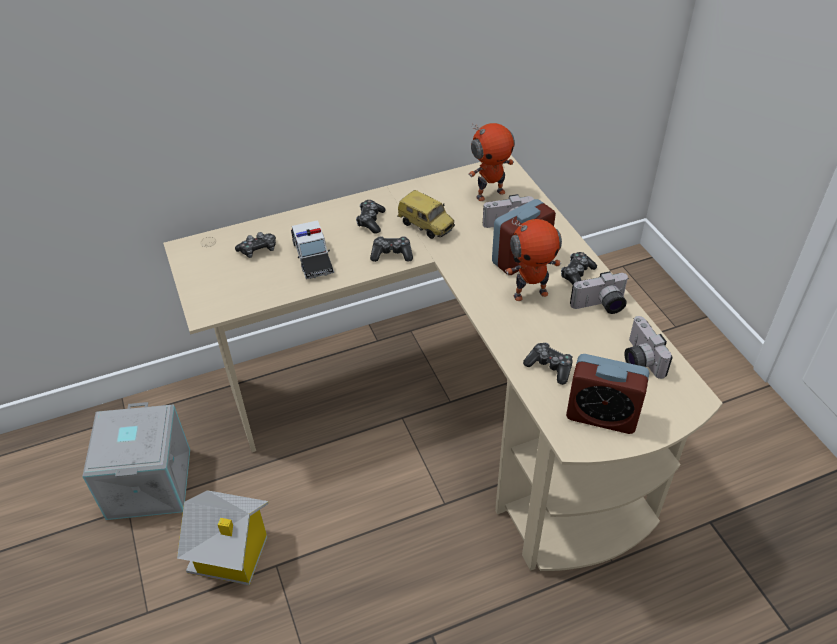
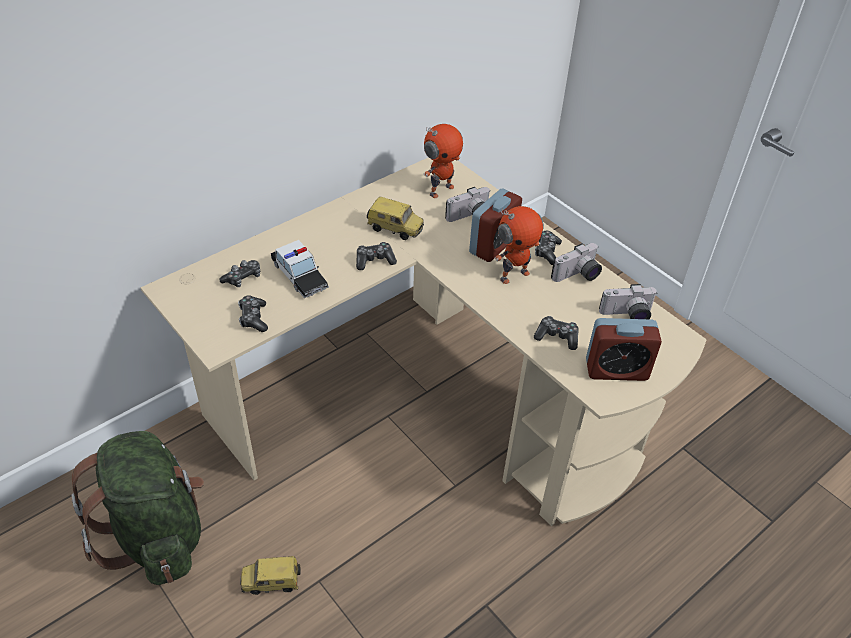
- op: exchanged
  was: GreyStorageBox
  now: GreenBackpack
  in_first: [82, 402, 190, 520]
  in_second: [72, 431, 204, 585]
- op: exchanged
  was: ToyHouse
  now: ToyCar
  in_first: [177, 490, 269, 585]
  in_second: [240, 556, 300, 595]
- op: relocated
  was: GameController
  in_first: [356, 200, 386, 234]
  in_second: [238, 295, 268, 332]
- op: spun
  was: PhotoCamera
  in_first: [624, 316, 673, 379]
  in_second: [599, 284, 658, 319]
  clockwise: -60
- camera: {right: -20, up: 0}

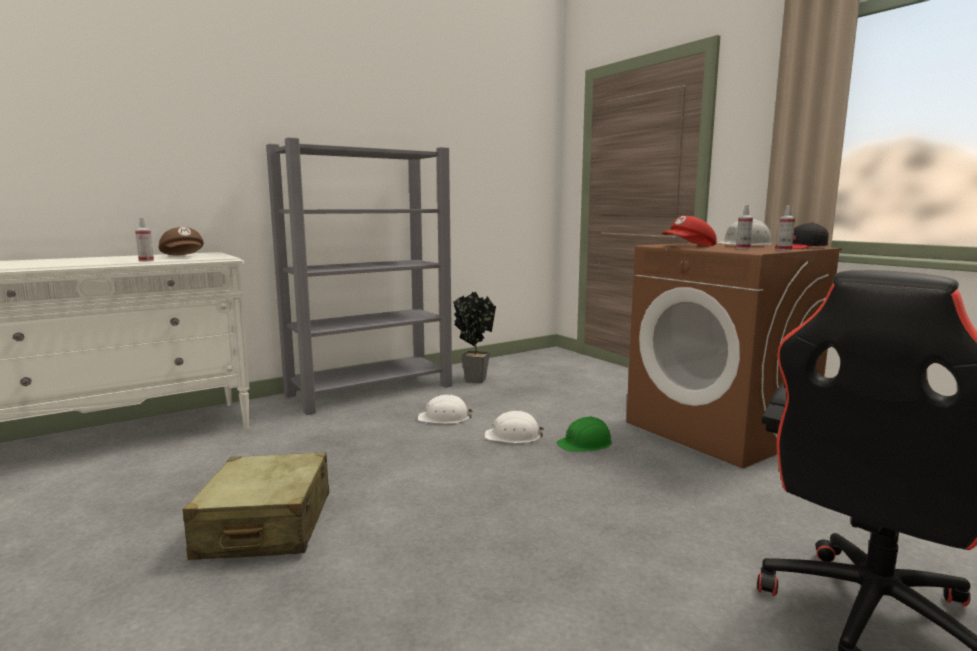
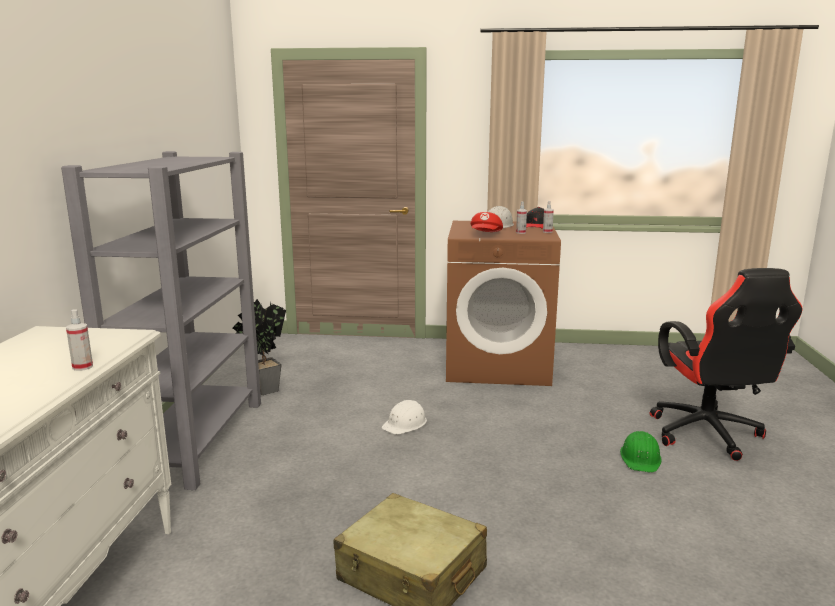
- op: missing
  was: BrownCap
  in_first: [159, 227, 204, 256]
- op: missing
  was: WhiteHardHat
  in_first: [418, 394, 473, 424]
- op: relocated
  was: GreenHardHat
  in_first: [556, 416, 612, 452]
  in_second: [620, 431, 662, 473]
- camera: {right: -50, up: 5}

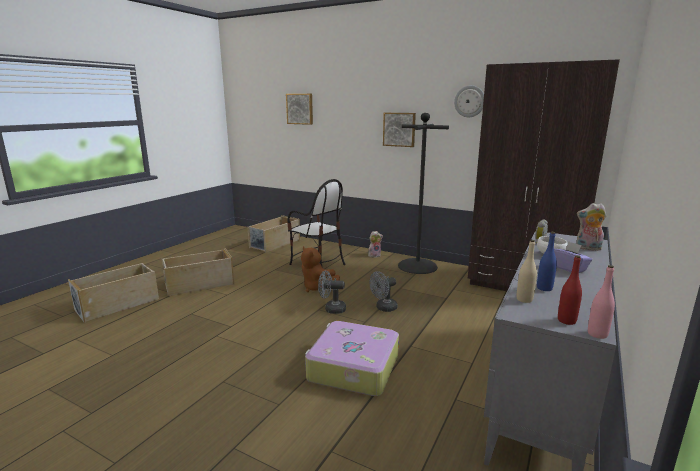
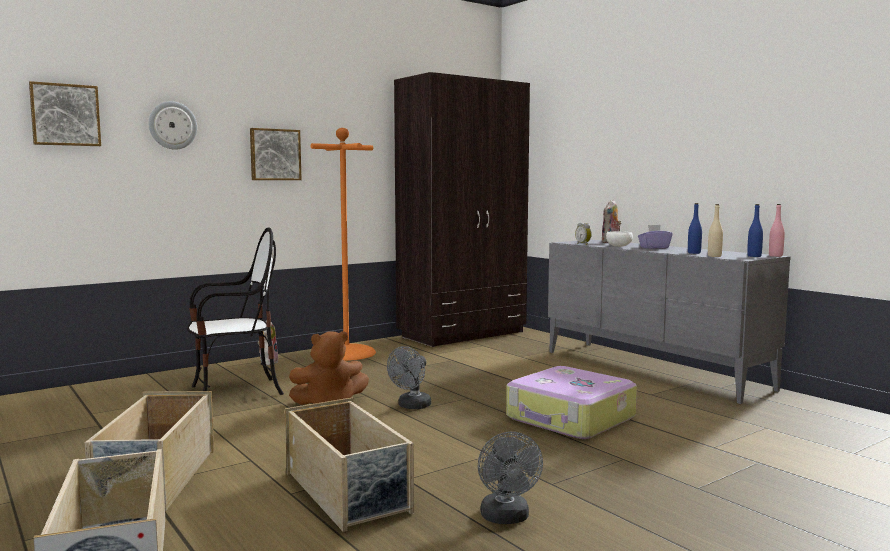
- op: relocated
  was: BeigeStorageBox
  in_first: [247, 215, 300, 253]
  in_second: [285, 398, 414, 532]
- op: relocated
  was: GreyFan
  in_first: [369, 271, 398, 312]
  in_second: [478, 432, 543, 524]
- op: colour
  was: BlackClothesRack
  now: OrangeClothesRack
  in_first: [398, 113, 449, 274]
  in_second: [311, 128, 376, 361]
- op: relocated
  was: WallClock
  in_first: [454, 85, 484, 117]
  in_second: [149, 101, 197, 150]
- op: colour
  was: RedBottle
  now: BlueBottle
  in_first: [558, 255, 582, 325]
  in_second: [747, 204, 763, 257]
- camera: {right: -65, up: -10}

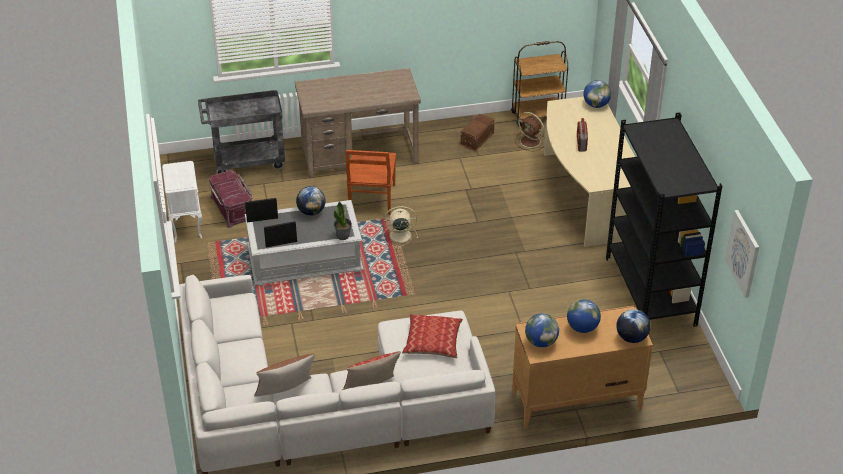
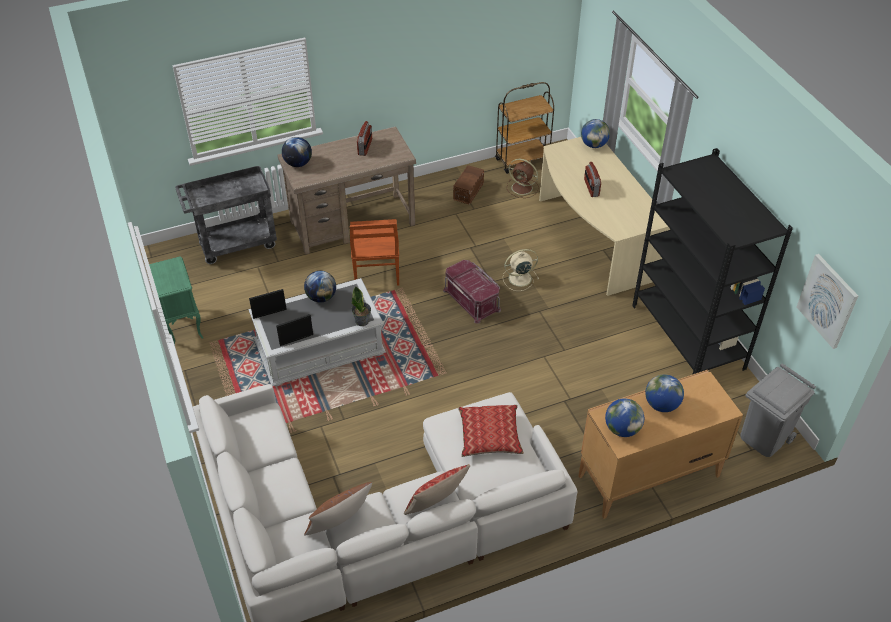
- op: colour
  was: WhiteNightstand
  now: GreenNightstand
  in_first: [162, 161, 202, 242]
  in_second: [149, 257, 203, 344]
- op: relocated
  was: RedStorageBox
  in_first: [209, 170, 253, 228]
  in_second: [443, 260, 501, 324]
- op: relocated
  was: BeigeFan
  in_first: [383, 206, 418, 247]
  in_second: [503, 249, 539, 291]
- op: relocated
  was: Globe
  in_first: [616, 309, 651, 343]
  in_second: [282, 137, 312, 167]
- op: appeared
  now: Radio
  in_second: [357, 121, 372, 156]
- op: appeared
  now: GreyTrashCan
  in_second: [740, 364, 816, 457]
- camera: {right: -10, up: 5}

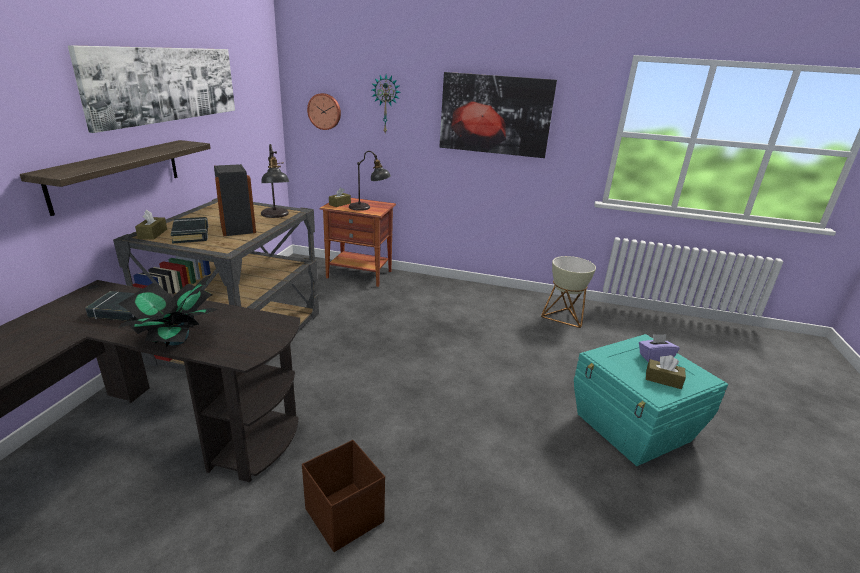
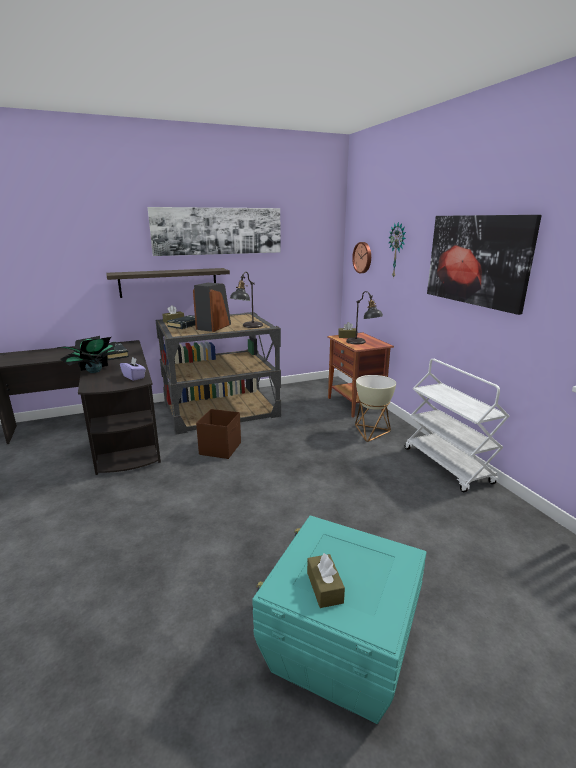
- op: relocated
  was: BrownStorageBox
  in_first: [302, 440, 385, 552]
  in_second: [196, 409, 241, 459]
- op: relocated
  was: Planter
  in_first: [541, 256, 596, 328]
  in_second: [355, 375, 396, 442]
- op: relocated
  was: PurpleTissueBox
  in_first: [639, 334, 679, 362]
  in_second: [120, 357, 146, 381]
- op: appeared
  now: WhiteCart
  in_second: [405, 359, 509, 492]
- camera: {right: 55, up: -5}

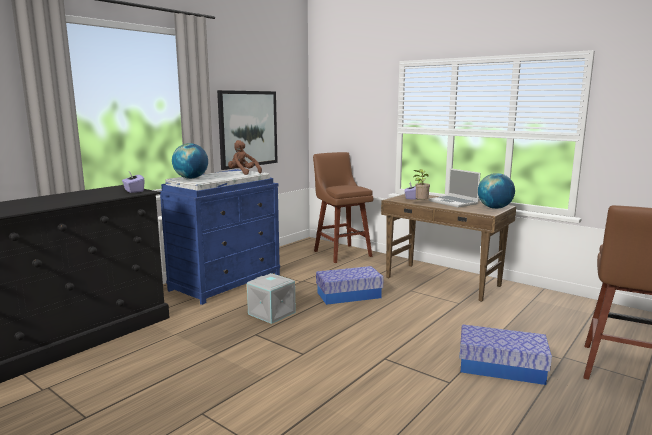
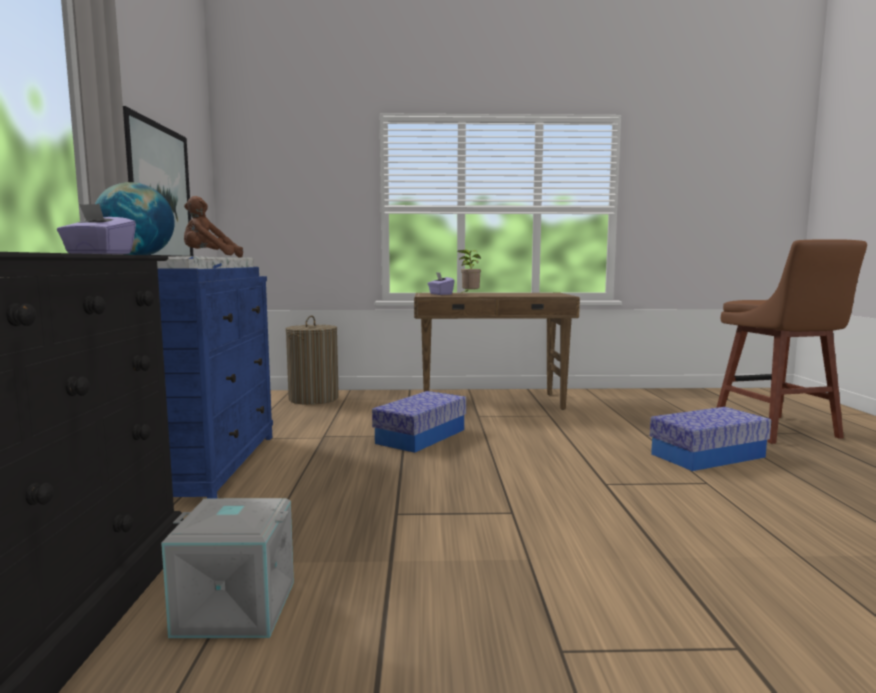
- op: relocated
  was: GreyStorageBox
  in_first: [247, 273, 296, 324]
  in_second: [161, 498, 294, 638]
- op: exchanged
  was: BrownStool
  now: LaundryBasket
  in_first: [313, 152, 373, 263]
  in_second: [286, 316, 339, 405]
- op: missing
  was: Laptop
  in_first: [429, 168, 480, 208]
- op: missing
  was: Globe
  in_first: [478, 173, 515, 209]
- camera: {right: -40, up: -5}

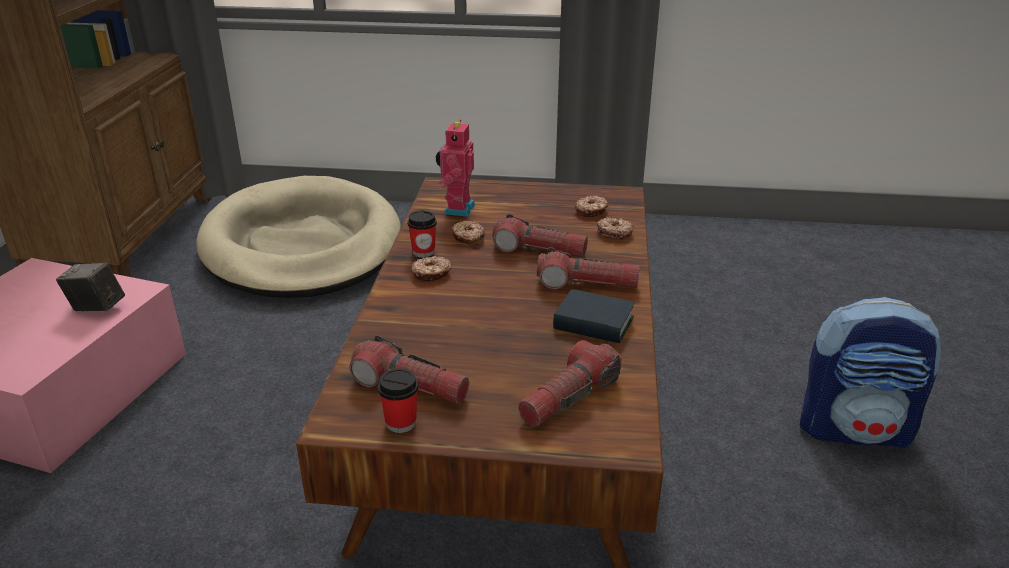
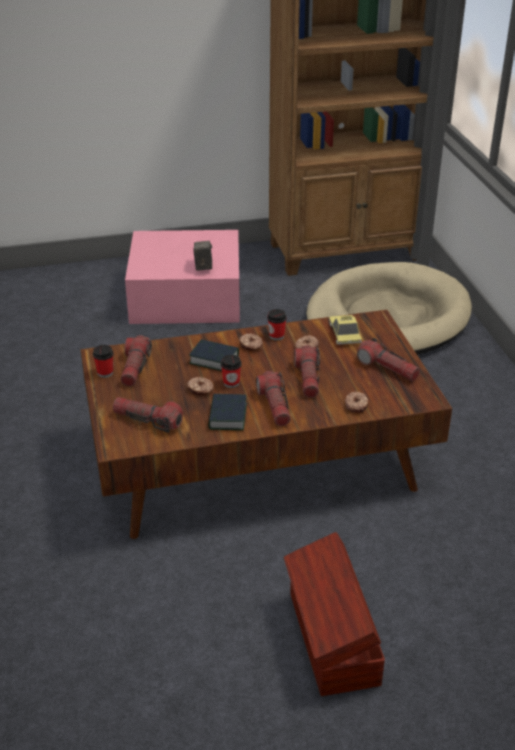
- op: exchanged
  was: ToyRobot
  now: ToyCar
  in_first: [436, 119, 475, 217]
  in_second: [329, 315, 362, 345]
- op: relocated
  was: Donut
  in_first: [575, 196, 609, 217]
  in_second: [187, 377, 214, 396]
- op: exchanged
  was: Backpack
  now: BrownStorageBox
  in_first: [800, 297, 941, 449]
  in_second: [284, 532, 385, 696]
- op: appeared
  now: Book
  in_second: [189, 339, 239, 371]
- op: appeared
  now: Cup
  in_second: [221, 354, 242, 388]
- op: appeared
  now: Flashlight
  in_second: [357, 338, 420, 381]
- camera: {right: 70, up: 5}

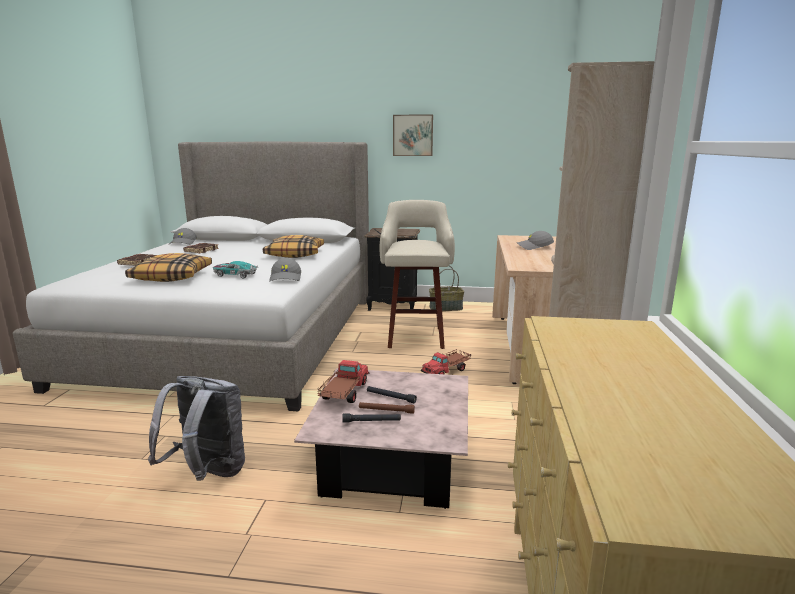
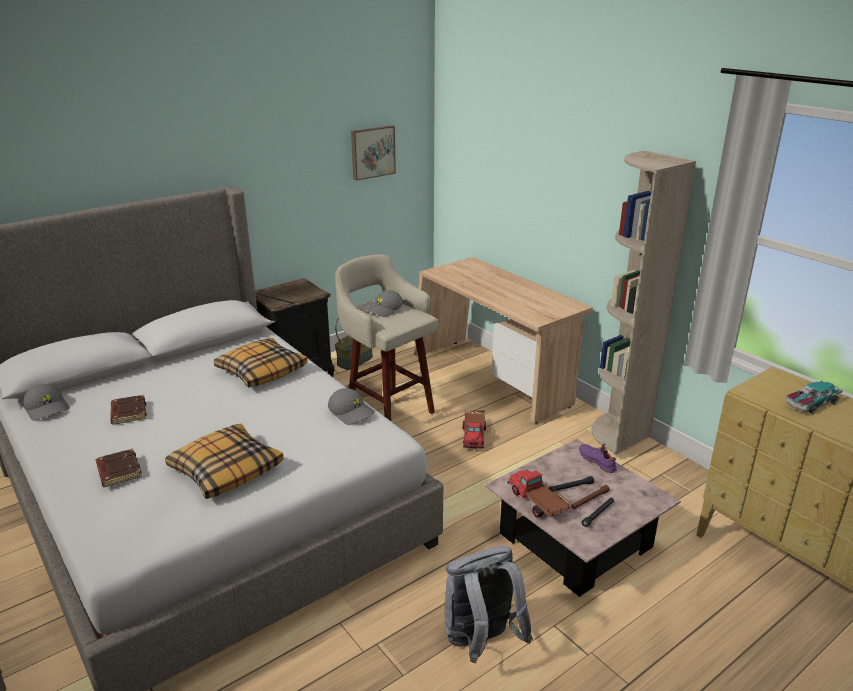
- op: relocated
  was: ToyCar
  in_first: [213, 261, 258, 279]
  in_second: [786, 380, 843, 414]
- op: relocated
  was: Picture
  in_first: [393, 114, 433, 156]
  in_second: [351, 125, 396, 181]
- op: relocated
  was: GreyCap
  in_first: [517, 231, 554, 250]
  in_second: [366, 290, 403, 317]
- op: appeared
  now: PurpleShoe
  in_second: [579, 443, 617, 473]
- camera: {right: -45, up: 10}

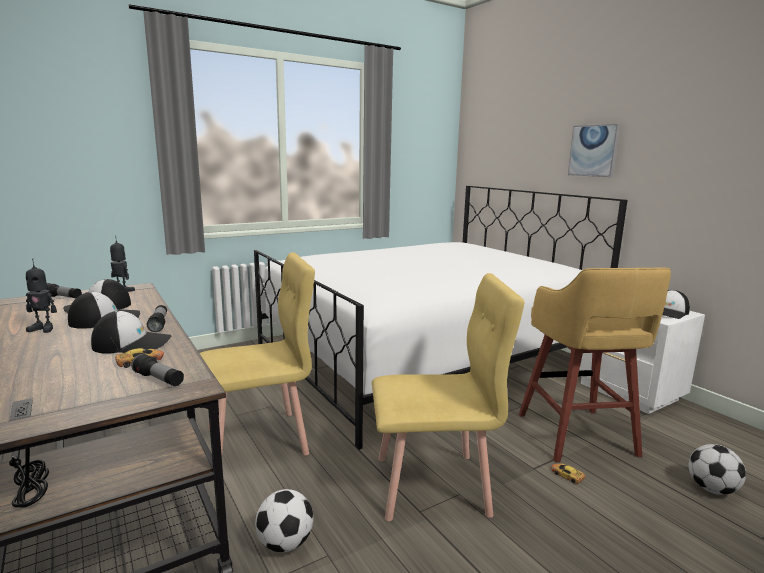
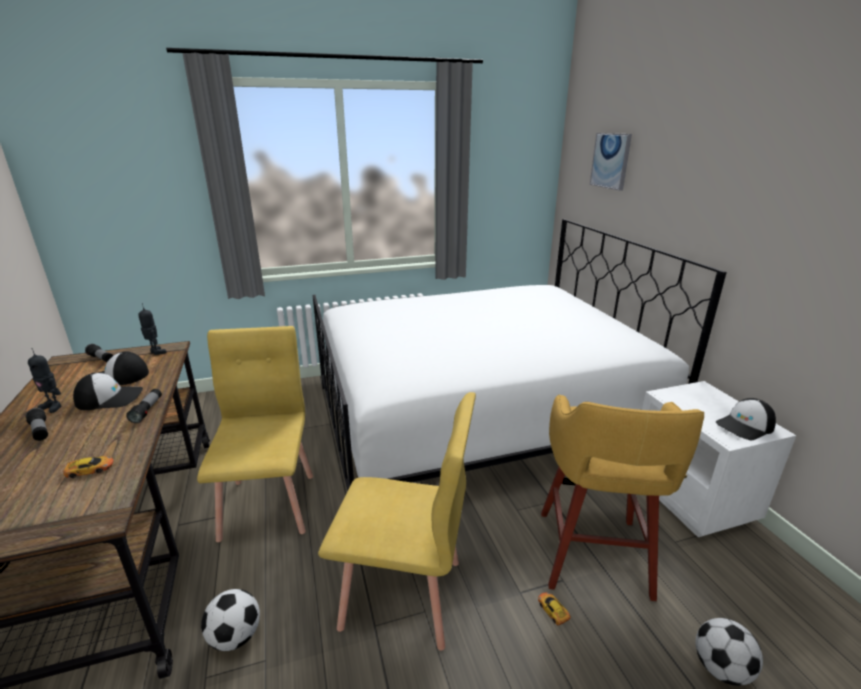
- op: missing
  was: Cap
  in_first: [91, 311, 172, 354]
- op: relocated
  was: Flashlight
  in_first: [131, 354, 184, 386]
  in_second: [26, 408, 48, 441]
- op: spun
  was: YellowChair
  in_first: [200, 252, 315, 455]
  in_second: [197, 326, 313, 542]
  clockwise: -90
- op: relocated
  was: Picture
  in_first: [568, 124, 620, 177]
  in_second: [590, 133, 632, 191]
- camera: {right: 15, up: 10}

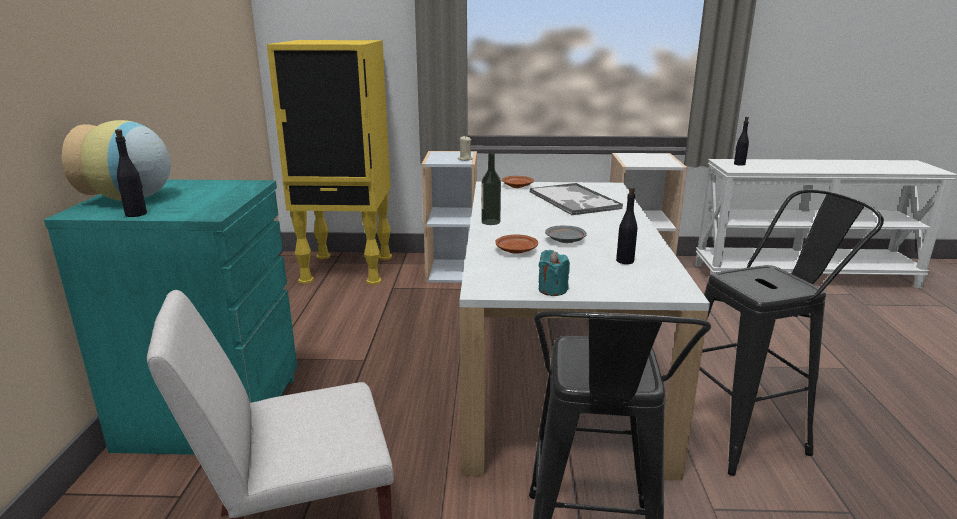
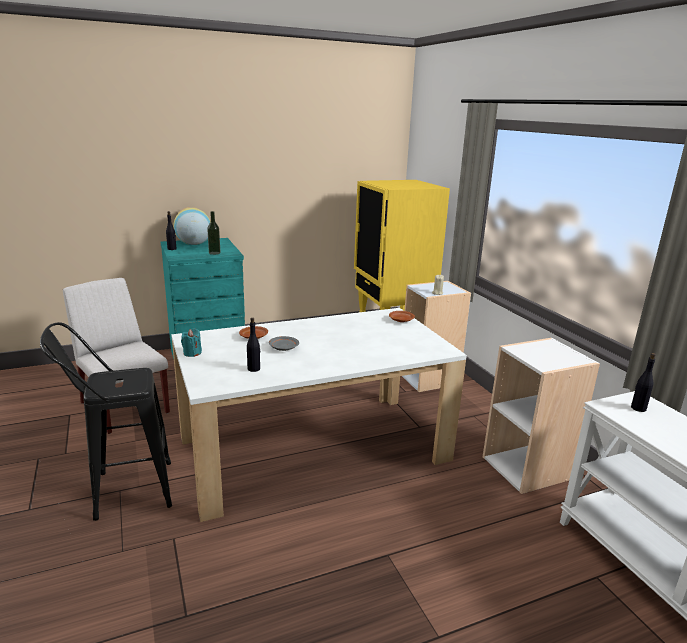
- op: relocated
  was: Bottle
  in_first: [481, 153, 501, 225]
  in_second: [207, 211, 221, 255]
- op: missing
  was: Tray
  in_first: [530, 183, 623, 215]
- op: missing
  was: BlackStool
  in_first: [700, 190, 884, 476]
- camera: {right: 65, up: 0}

